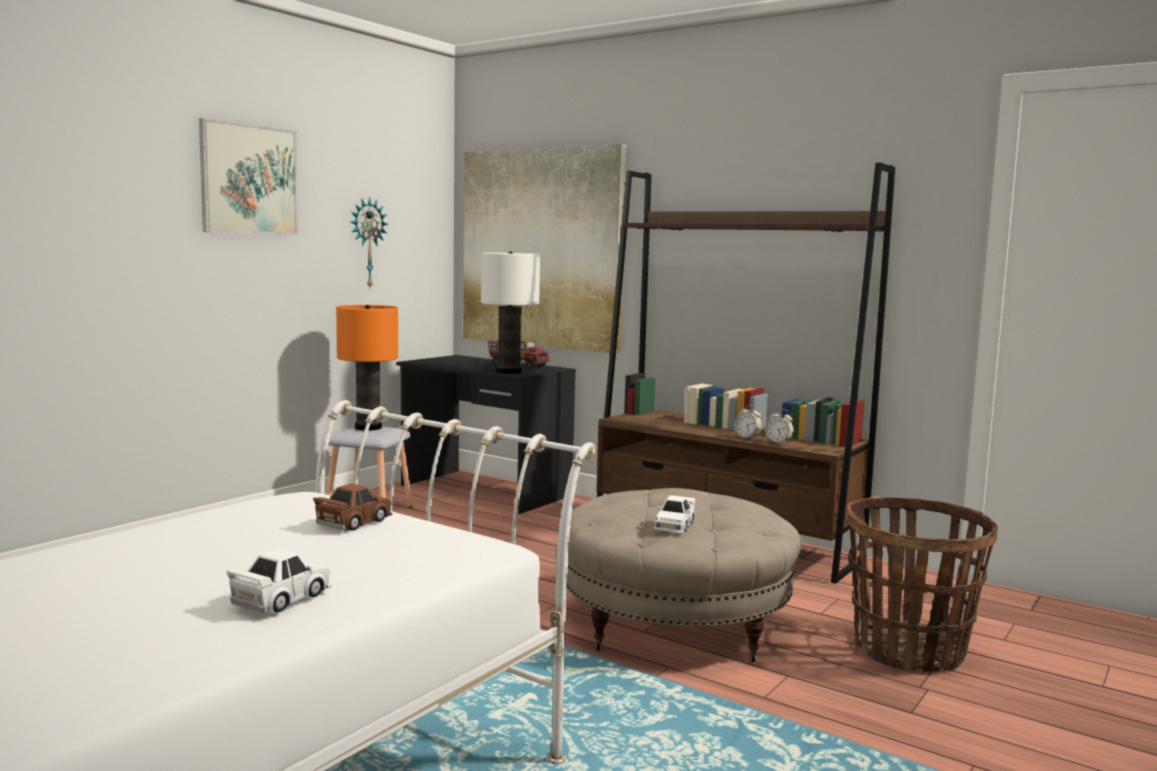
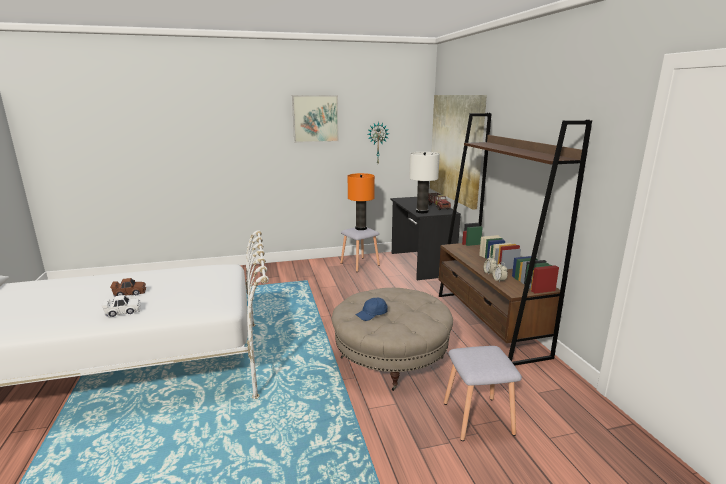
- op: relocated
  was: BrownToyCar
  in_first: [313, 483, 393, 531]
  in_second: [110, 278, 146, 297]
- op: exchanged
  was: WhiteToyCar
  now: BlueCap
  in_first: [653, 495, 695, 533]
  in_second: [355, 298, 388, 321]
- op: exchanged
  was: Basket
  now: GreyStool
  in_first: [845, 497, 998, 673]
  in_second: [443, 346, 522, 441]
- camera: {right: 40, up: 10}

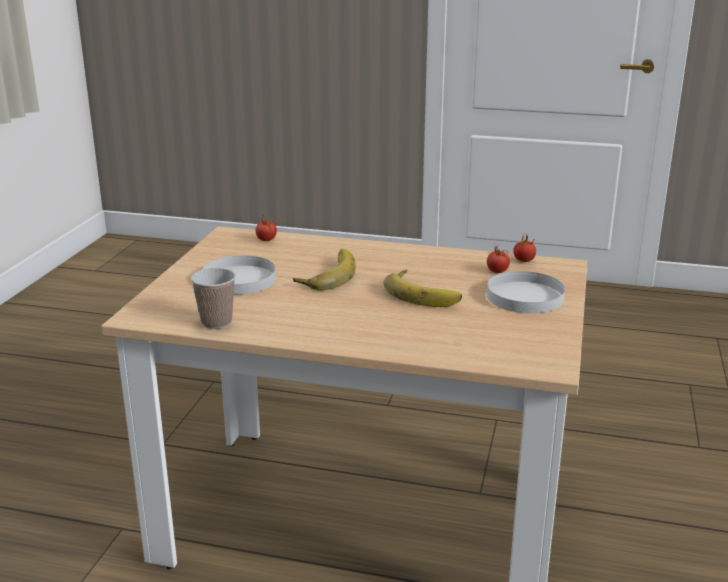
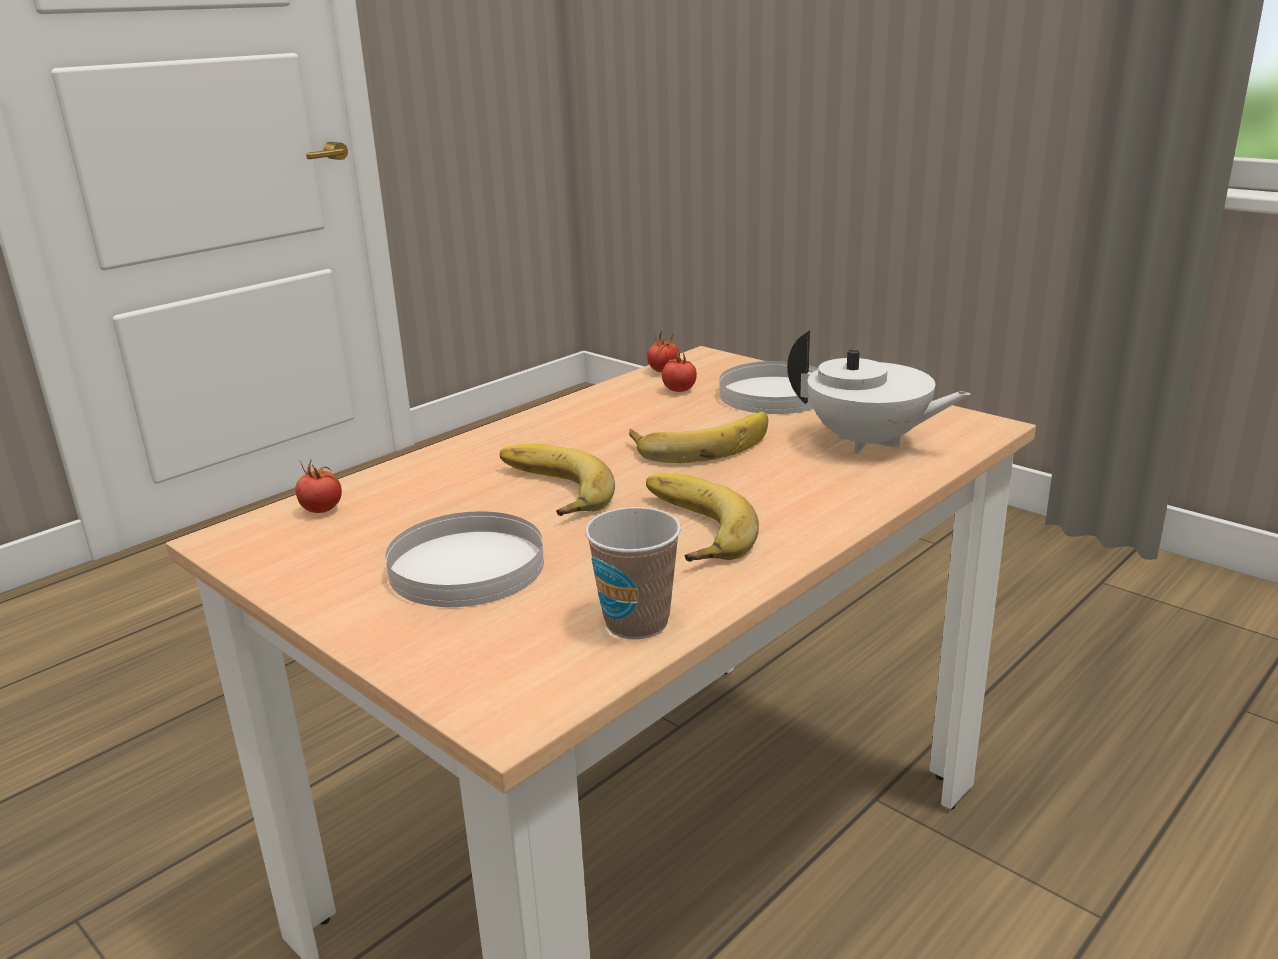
- op: appeared
  now: Banana
  in_second: [646, 474, 759, 562]
- op: appeared
  now: WhiteTeapot
  in_second: [787, 330, 971, 454]
- camera: {right: -60, up: 0}

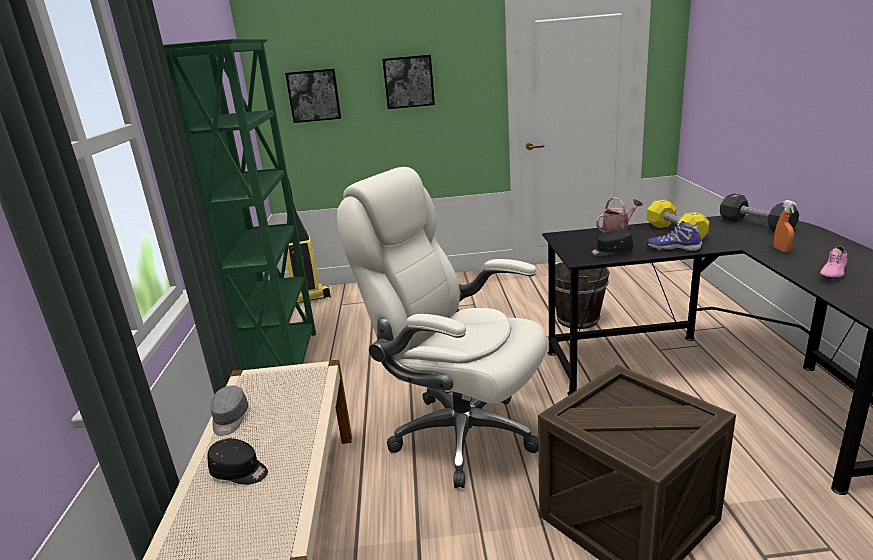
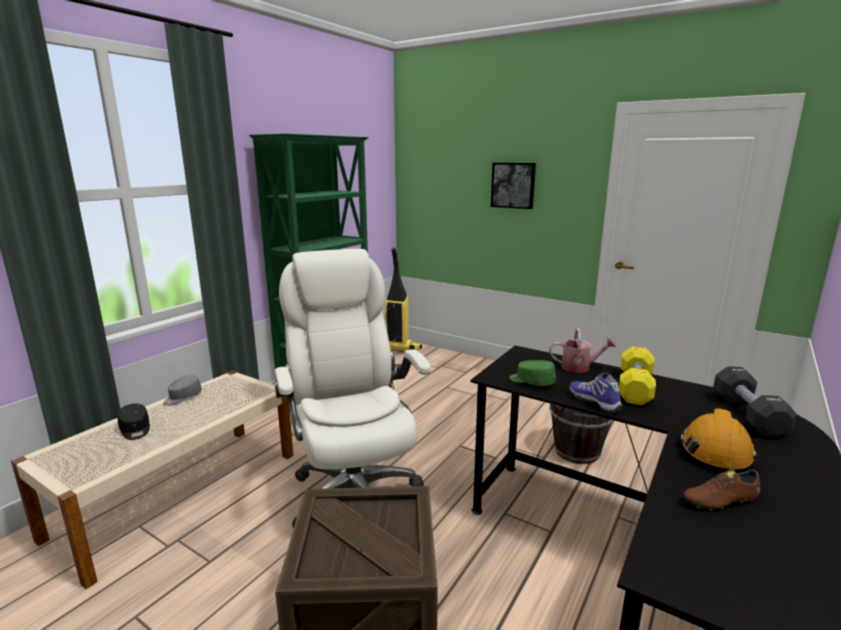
- op: missing
  was: Picture
  in_first: [285, 68, 341, 123]
- op: colour
  was: BlackCap
  now: GreenCap
  in_first: [589, 230, 633, 257]
  in_second: [509, 360, 556, 386]
- op: exchanged
  was: OrangeSprayBottle
  now: OrangeHardHat
  in_first: [774, 200, 797, 253]
  in_second: [680, 408, 757, 472]
- op: colour
  was: PinkShoe
  now: BrownShoe
  in_first: [820, 246, 847, 280]
  in_second: [683, 469, 760, 511]
- camera: {right: 35, up: -5}

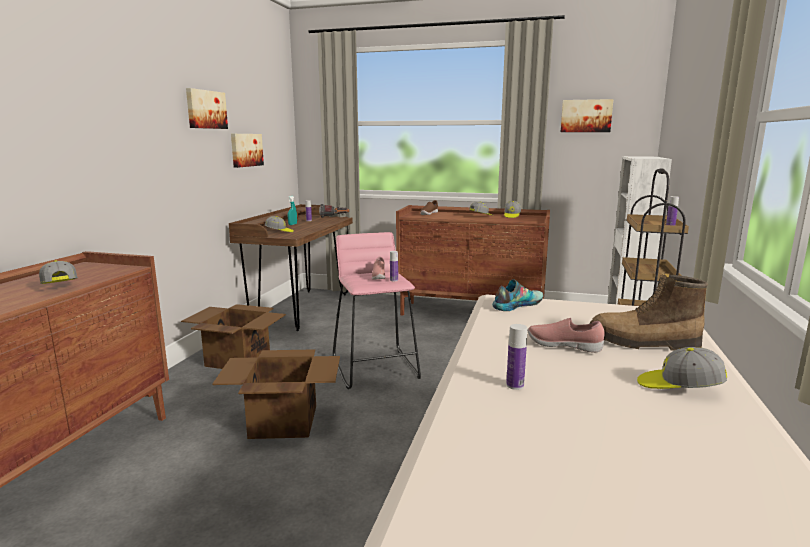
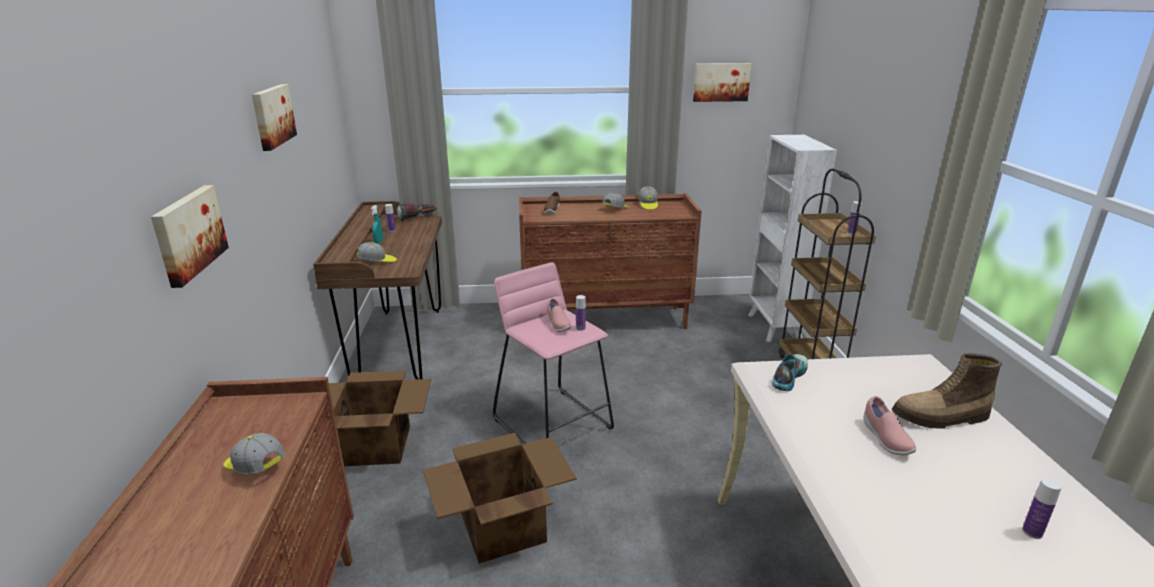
- op: relocated
  was: Picture
  in_first: [231, 134, 264, 168]
  in_second: [151, 185, 229, 288]
- op: relocated
  was: Bottle
  in_first: [506, 324, 527, 390]
  in_second: [1022, 478, 1062, 539]
- op: spun
  was: PinkShoe
  in_first: [527, 318, 605, 353]
  in_second: [864, 396, 916, 456]
  clockwise: -105
- op: missing
  was: Cap
  in_first: [637, 347, 727, 389]
- camera: {right: -20, up: 10}

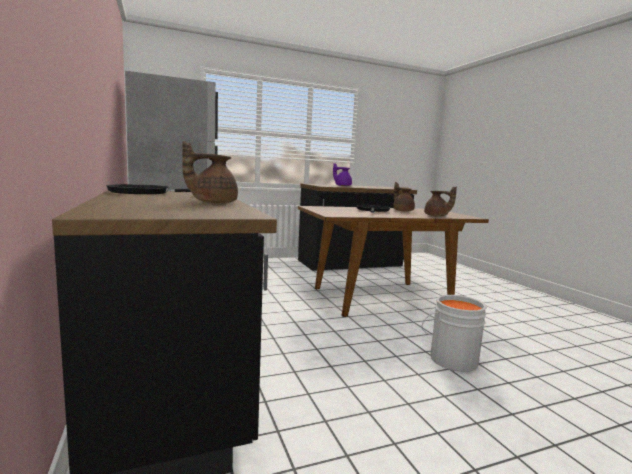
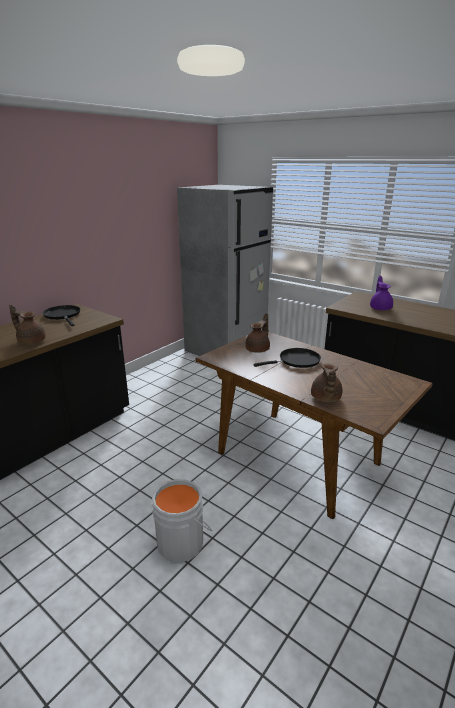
- op: relocated
  was: BrownTeapot
  in_first: [393, 182, 415, 212]
  in_second: [245, 313, 270, 353]
- camera: {right: 60, up: 15}

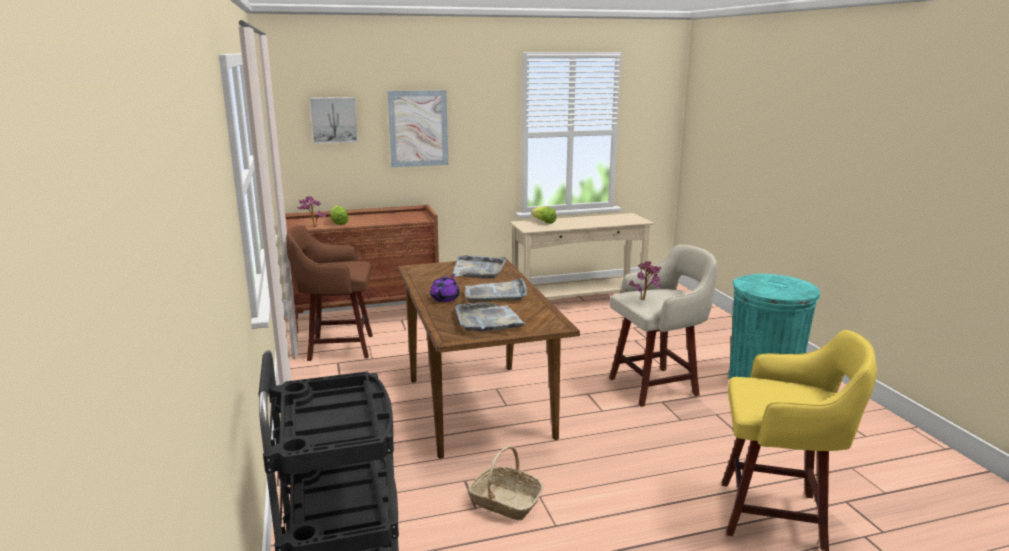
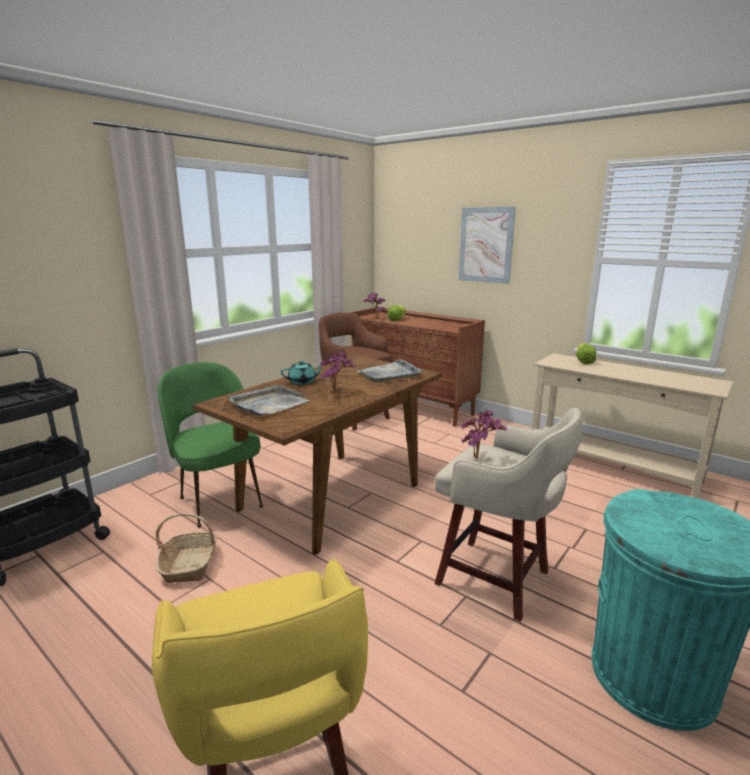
- op: missing
  was: Picture
  in_first: [309, 97, 358, 144]
- op: colour
  was: PurpleTeapot
  now: TurquoiseTeapot
  in_first: [430, 274, 460, 302]
  in_second: [281, 361, 321, 385]
- op: exchanged
  was: GreyTray
  now: PottedPlant
  in_first: [465, 278, 527, 303]
  in_second: [320, 351, 355, 392]
- op: appeared
  now: GreenChair
  in_second: [158, 362, 263, 528]
- camera: {right: 55, up: 0}

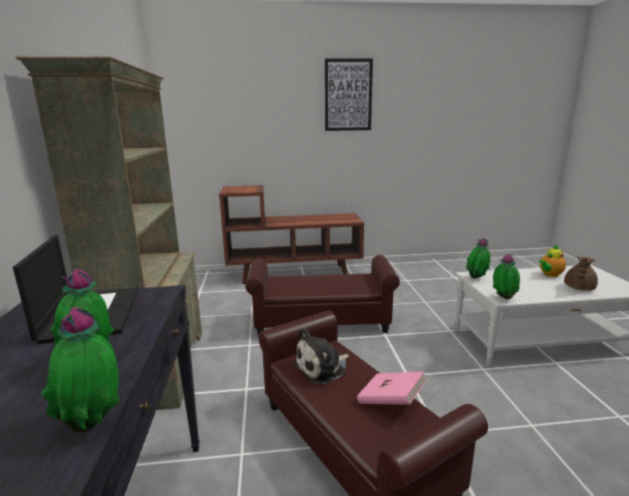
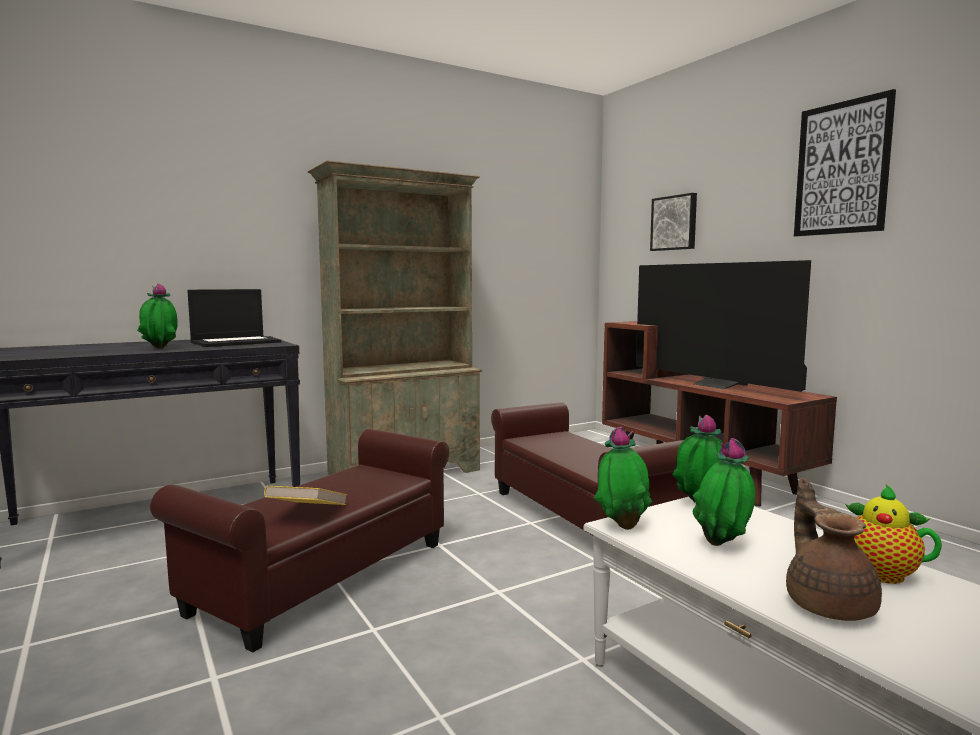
- op: relocated
  was: PottedPlant
  in_first: [41, 308, 119, 433]
  in_second: [693, 438, 755, 546]
- op: missing
  was: PlushToy
  in_first: [293, 328, 349, 384]
- op: colour
  was: PinkBook
  now: YellowBook
  in_first: [357, 371, 427, 405]
  in_second: [264, 486, 347, 505]
- op: spun
  was: BrownTeapot
  in_first: [564, 256, 598, 291]
  in_second: [786, 478, 882, 621]
  clockwise: 75
- op: appeared
  now: Television
  in_second: [636, 260, 811, 392]
- op: appeared
  now: Picture
  in_second: [650, 193, 697, 251]
- camera: {right: 65, up: -10}

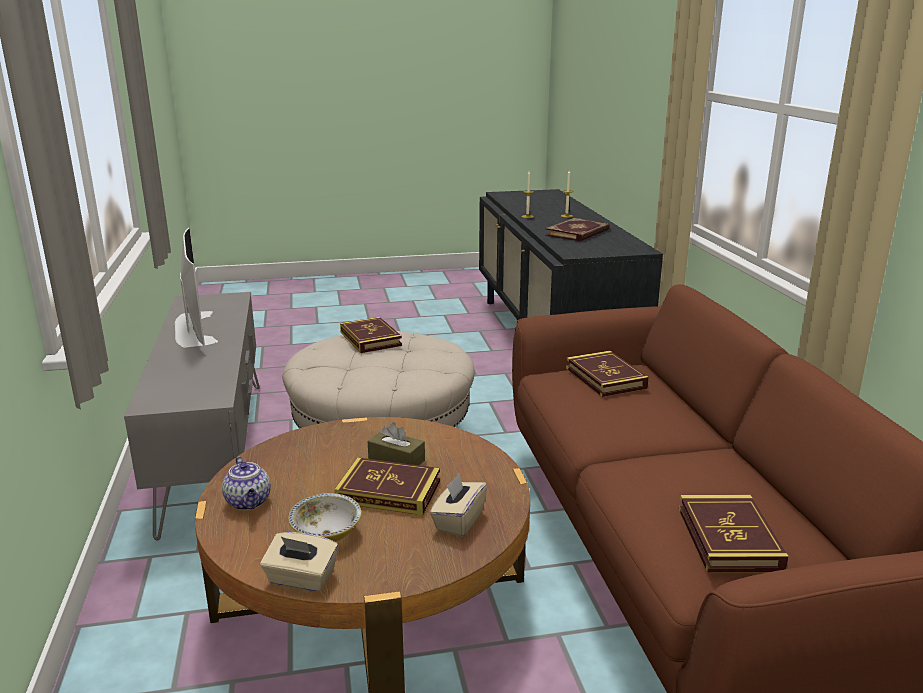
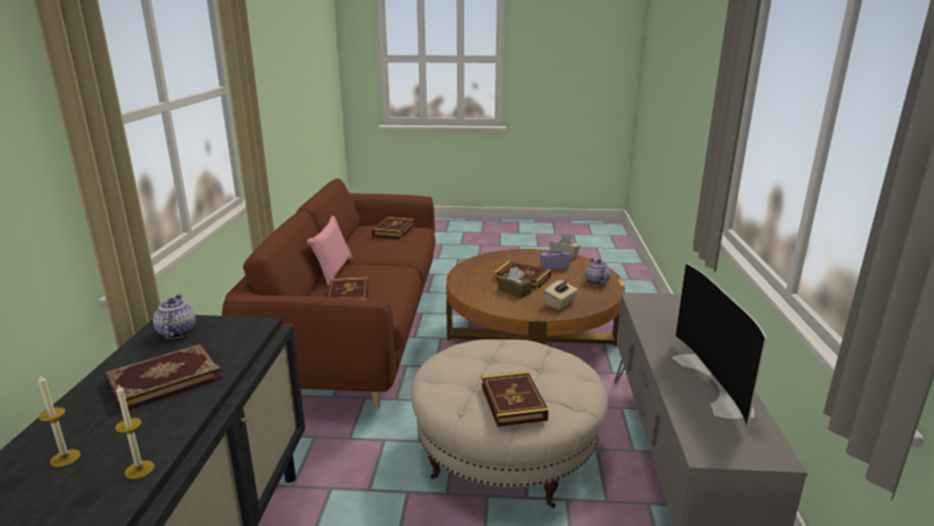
- op: exchanged
  was: Bowl
  now: PurpleTissueBox
  in_first: [288, 493, 361, 542]
  in_second: [539, 244, 572, 270]
- op: relocated
  was: BeigeTissueBox
  in_first: [430, 473, 487, 537]
  in_second: [544, 279, 578, 310]
- op: appeared
  now: Teapot
  in_second: [153, 295, 196, 339]
- op: appeared
  now: PinkPillow
  in_second: [307, 216, 352, 286]
- camera: {right: -165, up: 0}

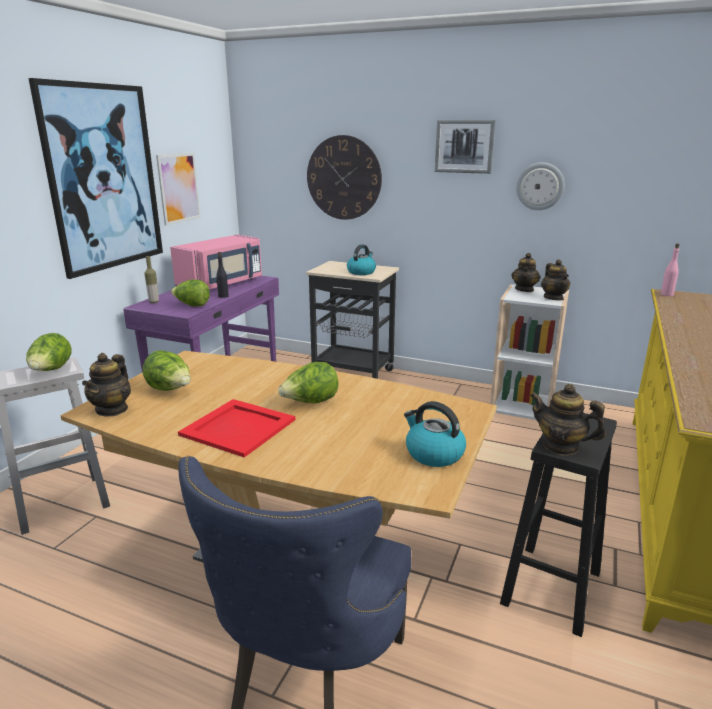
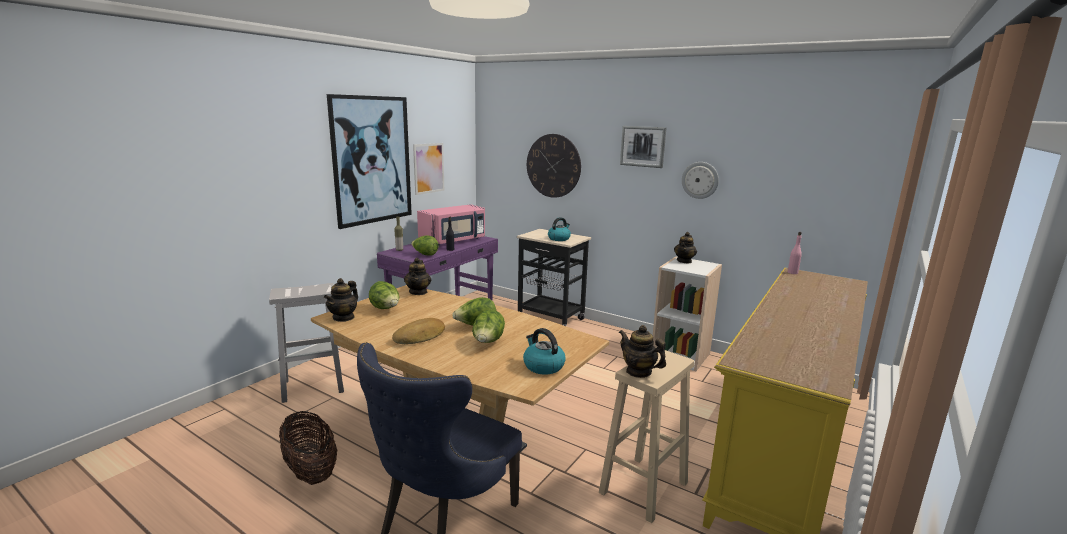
- op: relocated
  was: Lettuce
  in_first: [26, 333, 72, 371]
  in_second: [472, 309, 505, 343]
- op: exchanged
  was: RedTray
  now: Bread
  in_first: [178, 399, 295, 457]
  in_second: [392, 318, 445, 344]
- op: colour
  was: BlackStool
  now: BeigeStool
  in_first: [500, 413, 617, 637]
  in_second: [599, 347, 695, 523]
- op: relocated
  was: Teapot
  in_first: [541, 259, 570, 301]
  in_second: [404, 257, 431, 295]
- op: appeared
  now: Basket
  in_second: [279, 411, 337, 485]
- camera: {right: 10, up: -5}

